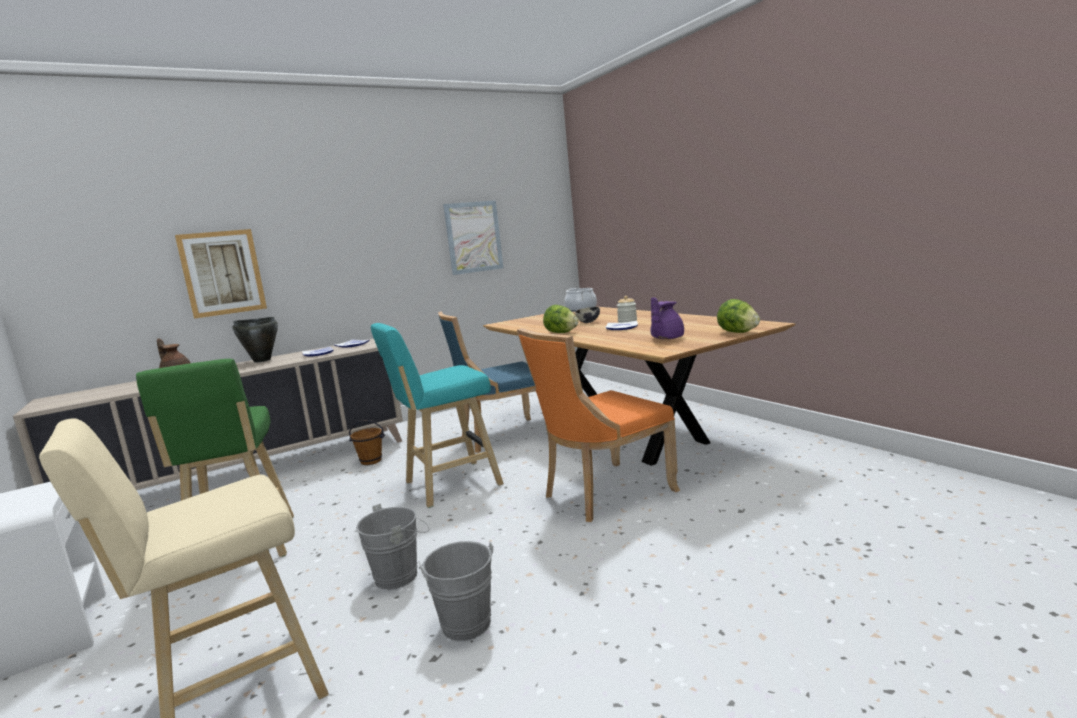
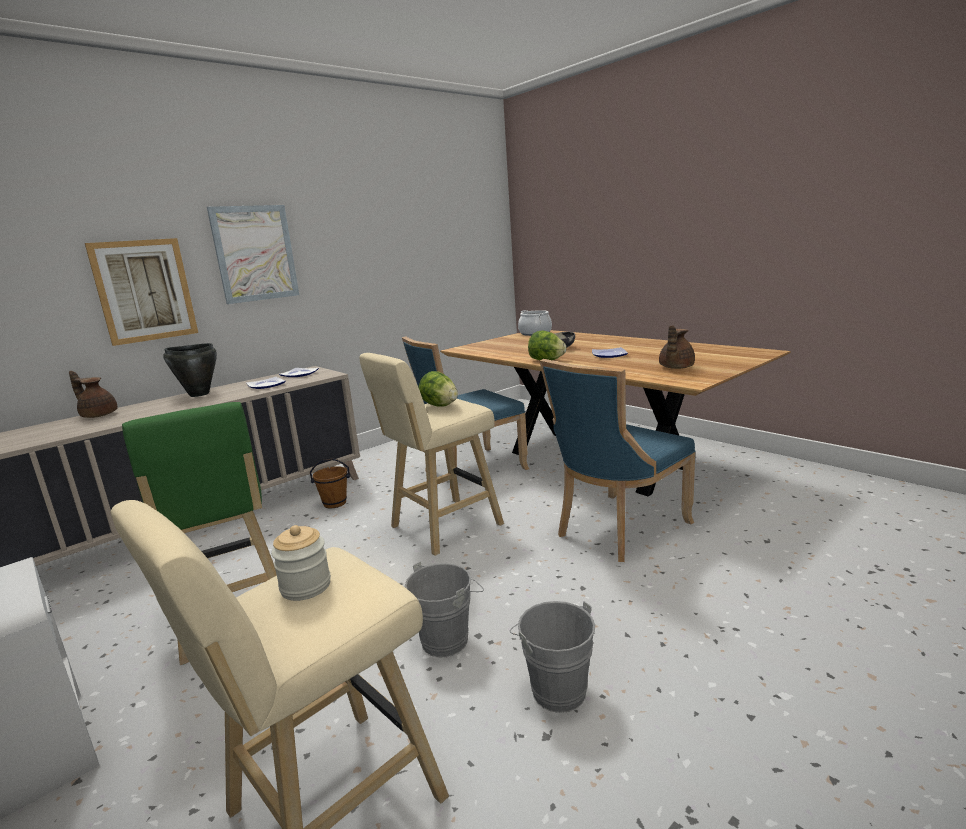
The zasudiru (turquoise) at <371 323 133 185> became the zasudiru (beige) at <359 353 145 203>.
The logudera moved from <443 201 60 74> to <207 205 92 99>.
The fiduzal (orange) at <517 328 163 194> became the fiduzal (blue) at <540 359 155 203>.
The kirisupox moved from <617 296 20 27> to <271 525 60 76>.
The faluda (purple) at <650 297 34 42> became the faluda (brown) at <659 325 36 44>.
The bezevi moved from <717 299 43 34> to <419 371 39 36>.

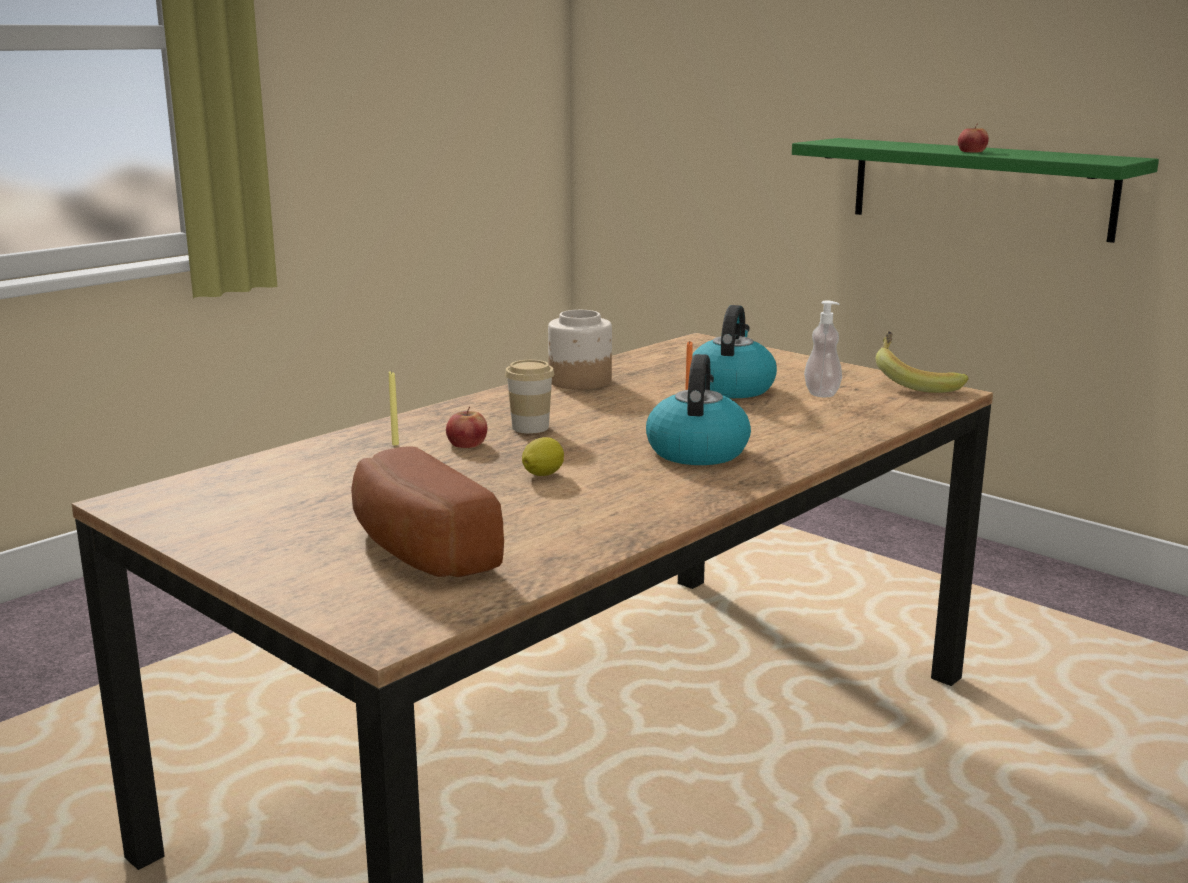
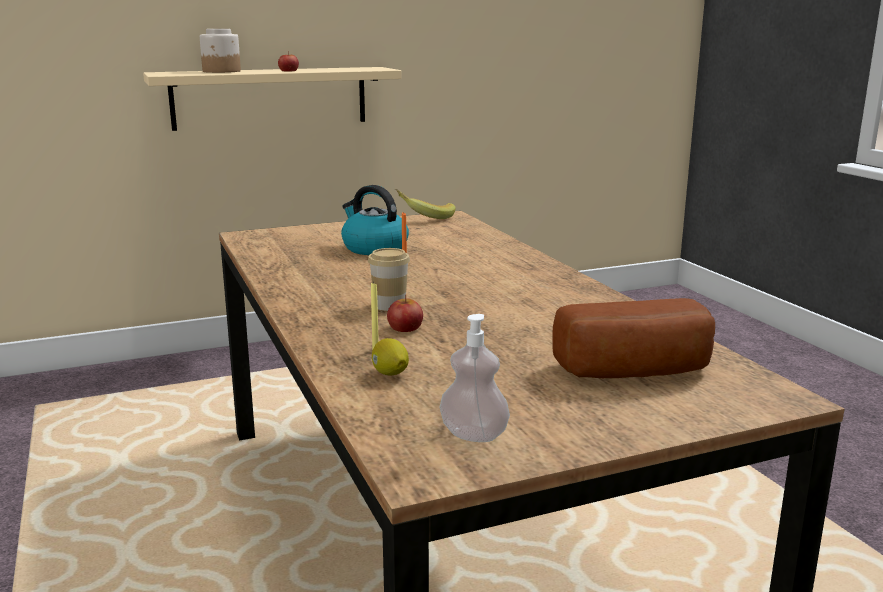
The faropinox moved from <522 437 42 39> to <372 338 37 37>.
The kirisupox moved from <548 310 64 80> to <200 29 41 44>.
The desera at <646 354 105 111> disappeared.
The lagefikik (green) at <792 138 367 105> became the lagefikik (beige) at <143 67 259 64>.
The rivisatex moved from <804 300 38 97> to <439 314 71 128>.

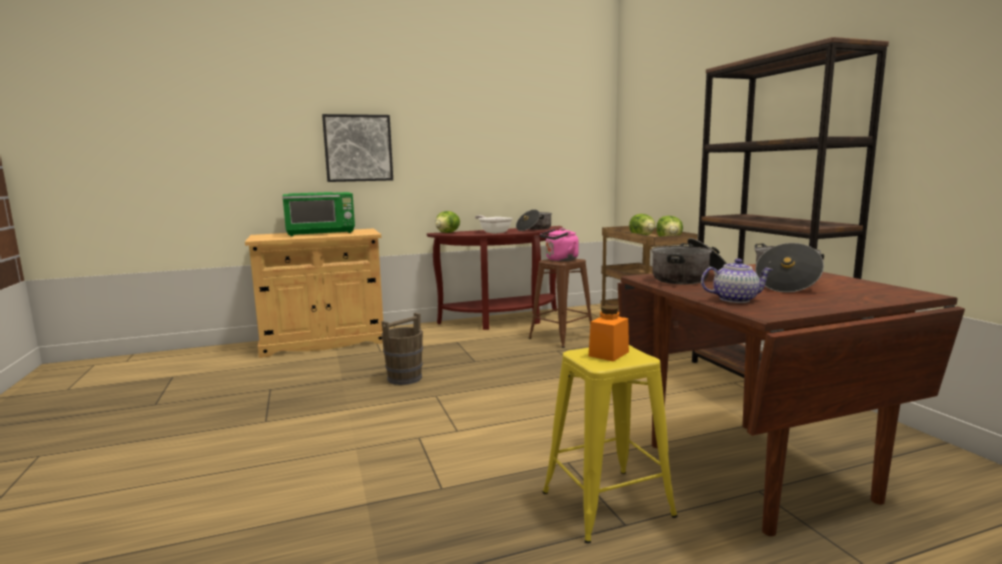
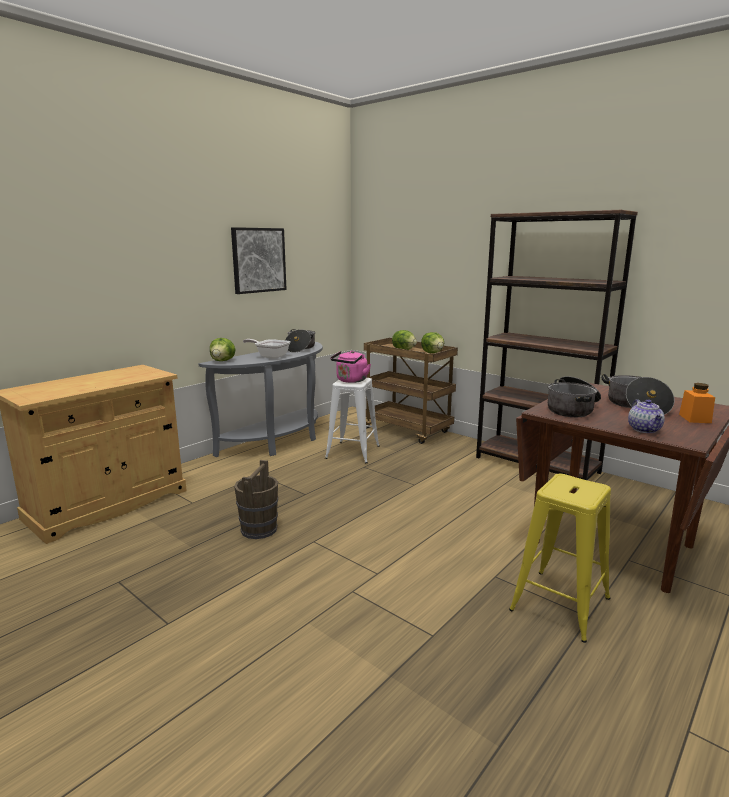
The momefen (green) at <282 192 73 44> disappeared.
The logudera moved from <322 114 71 68> to <231 227 56 67>.
The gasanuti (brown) at <427 226 135 104> became the gasanuti (grey) at <198 342 125 115>.
The zasudiru (brown) at <528 259 64 89> became the zasudiru (white) at <325 378 55 85>.
The kirisupox (orange) moved from <589 305 40 57> to <679 383 36 40>.
The faluda at <701 259 72 44> turned 120 degrees clockwise.

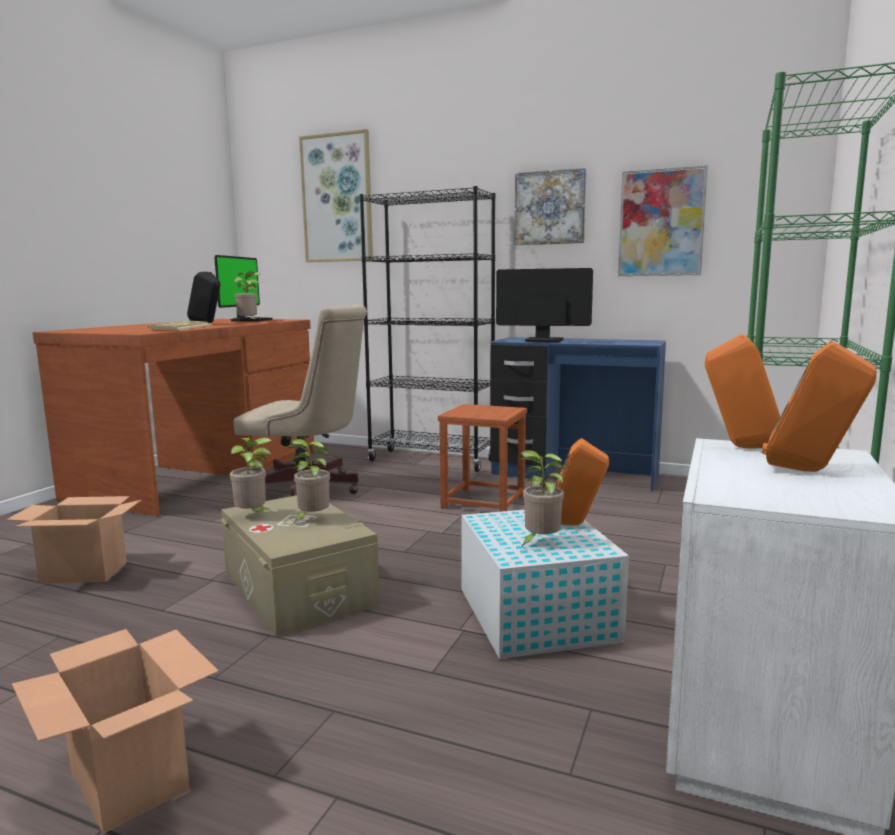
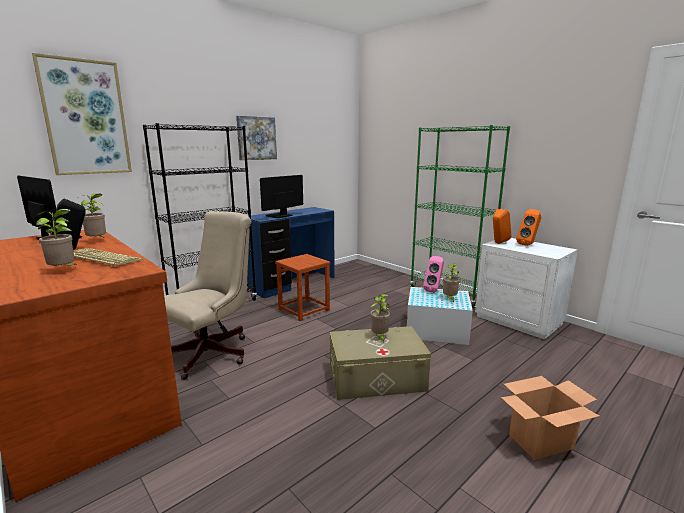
The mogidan at <6 496 135 87> disappeared.
The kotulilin moved from <230 438 43 75> to <36 209 42 57>.
The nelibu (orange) at <555 438 54 88> became the nelibu (pink) at <423 256 21 37>.
The logudera at <618 165 90 111> disappeared.

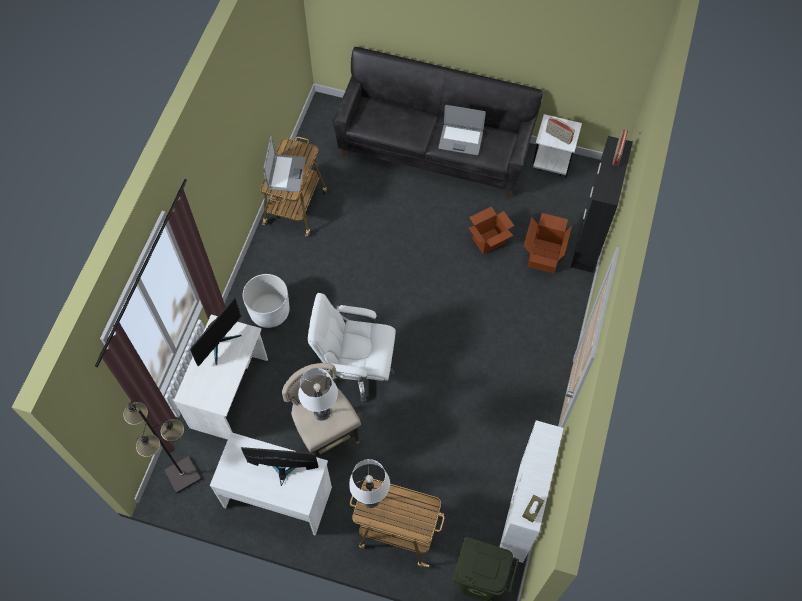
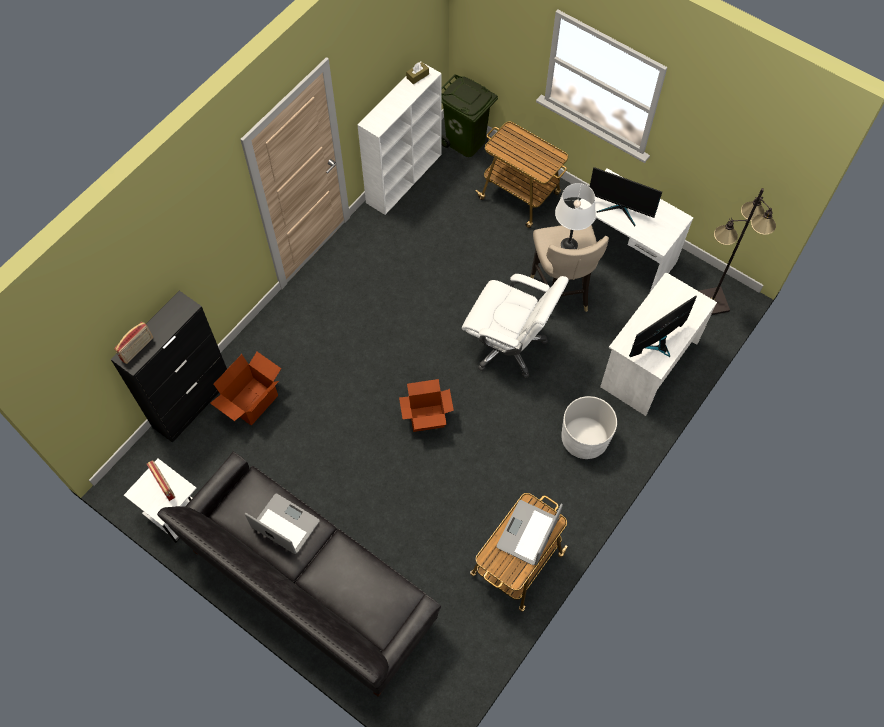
The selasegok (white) at <349 459 41 49> disappeared.
The mogidan moved from <468 206 46 49> to <399 379 55 53>.

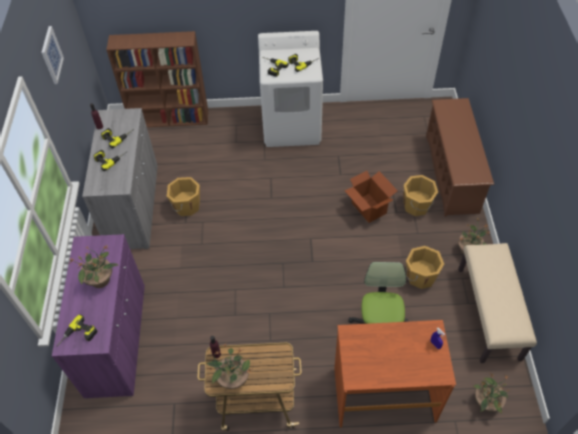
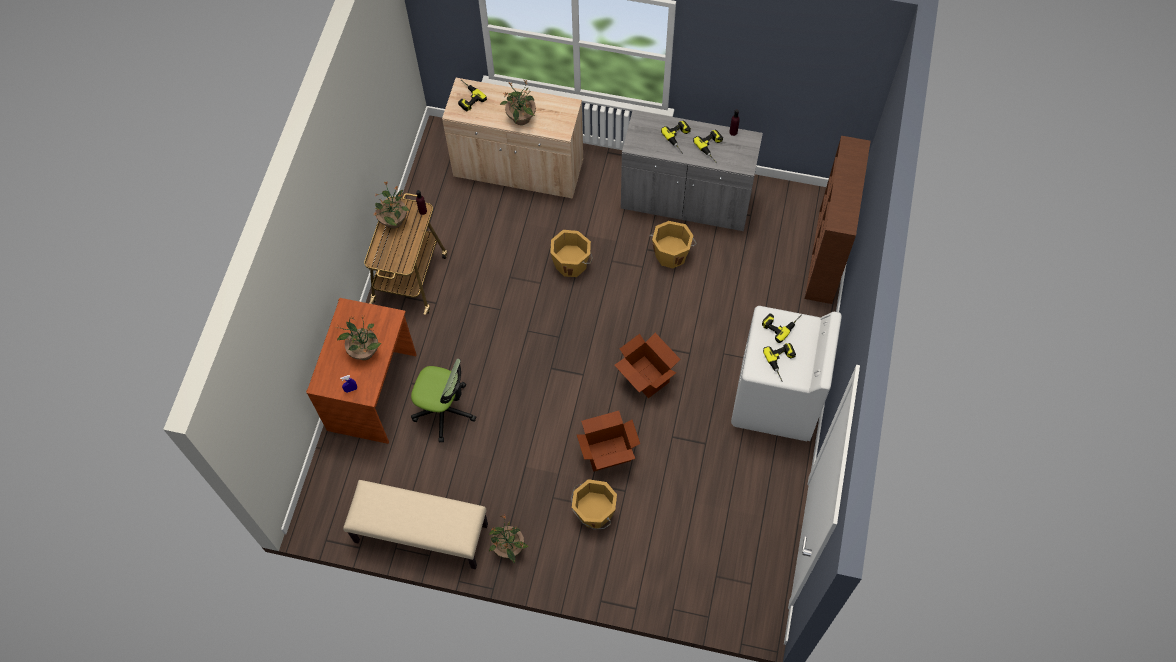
The logudera at <41 26 23 58> disappeared.
The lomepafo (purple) at <52 234 93 165> became the lomepafo (beige) at <442 78 141 121>.
The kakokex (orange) moved from <406 246 38 43> to <550 230 43 47>.
The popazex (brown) at <426 98 68 119> disappeared.
The kotulilin moved from <473 373 37 40> to <336 315 45 45>.
The mogidan at <614 333 66 65> appeared.

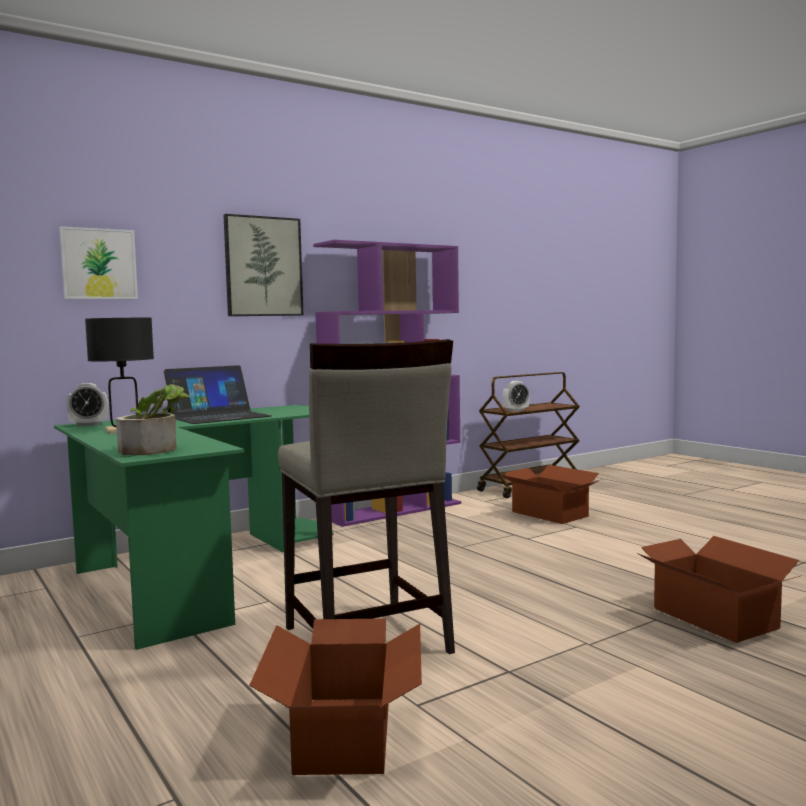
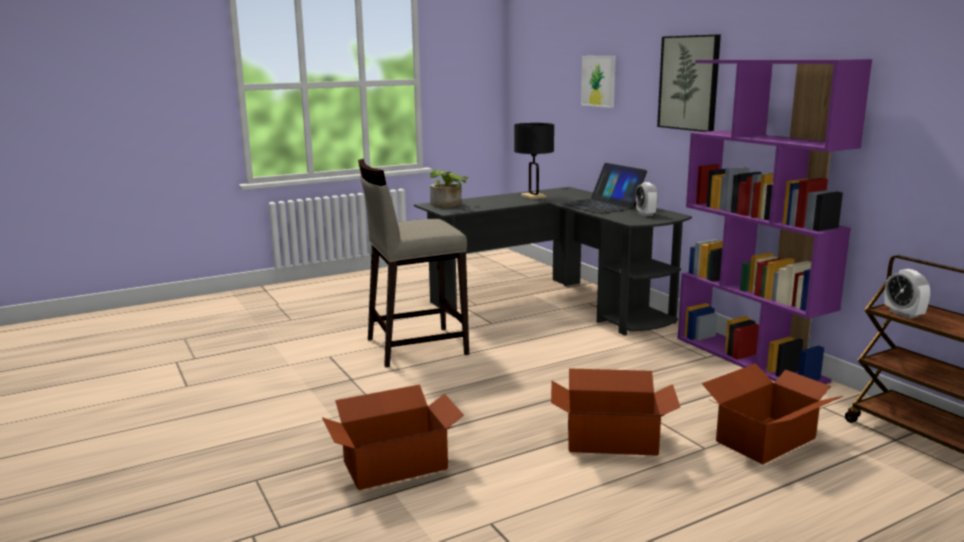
The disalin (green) at <54 405 280 245> became the disalin (black) at <414 187 278 149>.
The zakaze moved from <66 383 42 43> to <635 182 23 34>.
The mogidan moved from <249 618 173 157> to <551 368 129 88>.

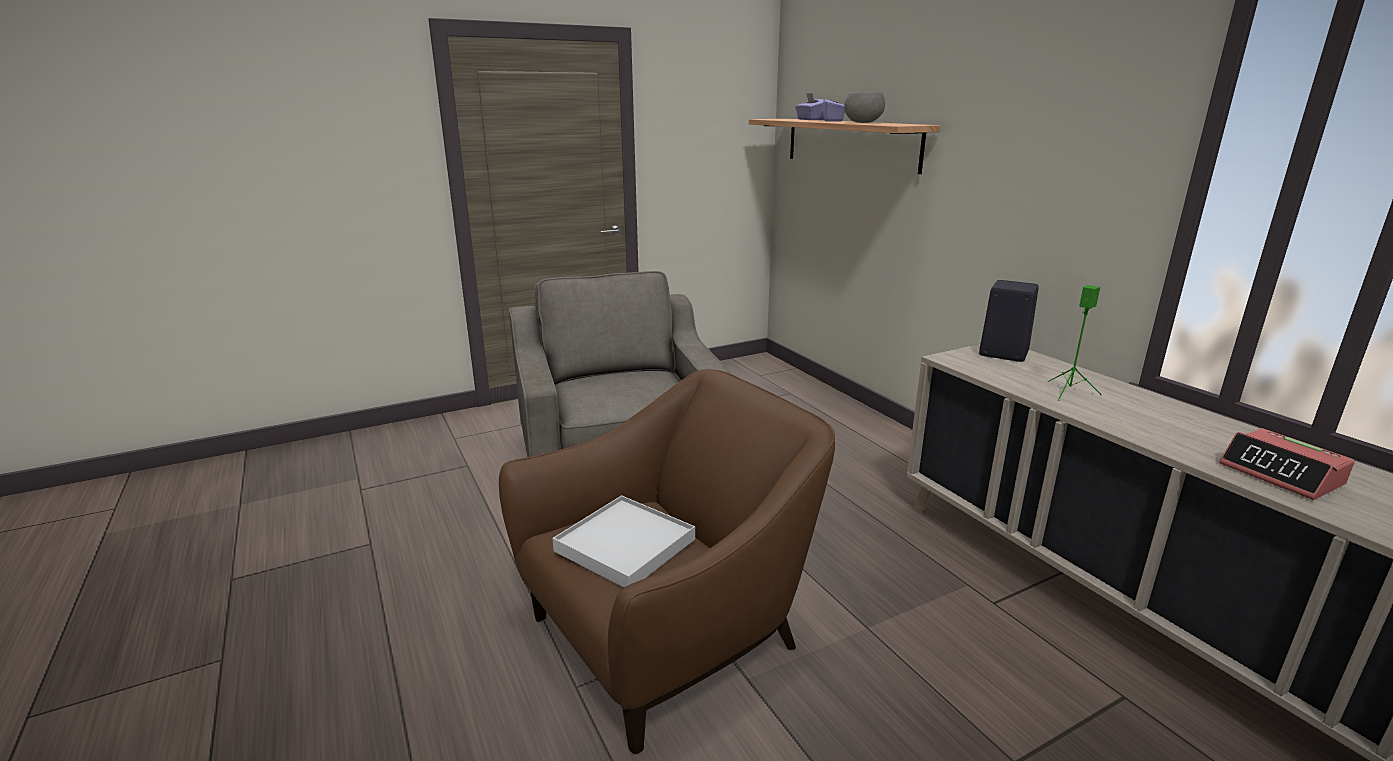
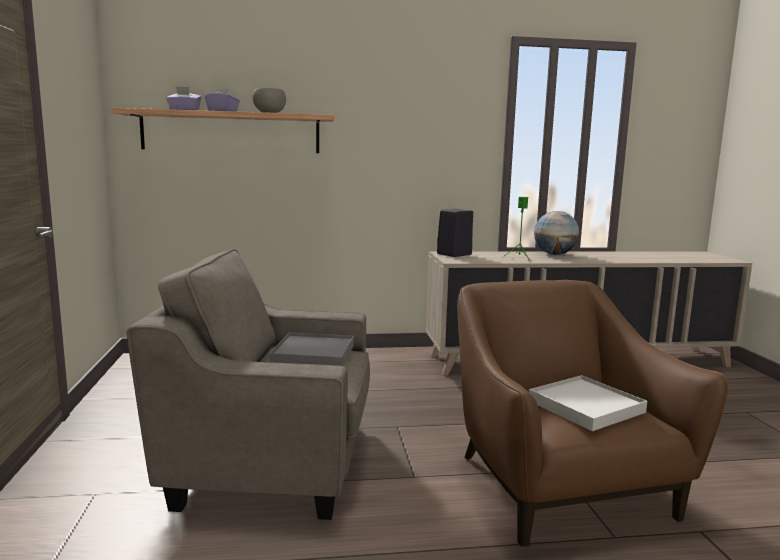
The zakaze at <1219 428 136 72> disappeared.
The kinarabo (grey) at <270 332 84 34> appeared.
The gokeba at <534 211 45 44> appeared.

